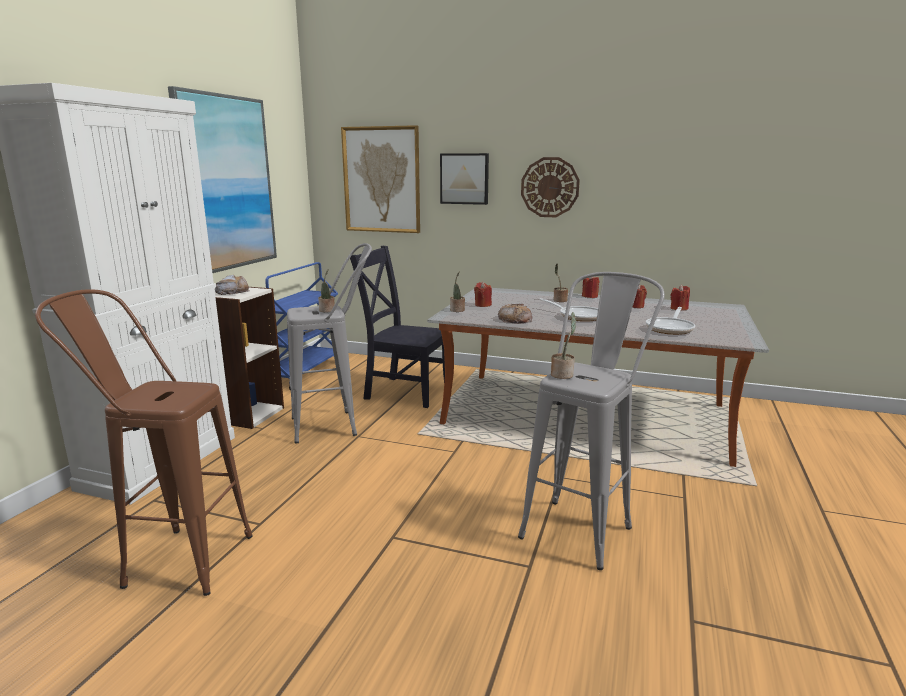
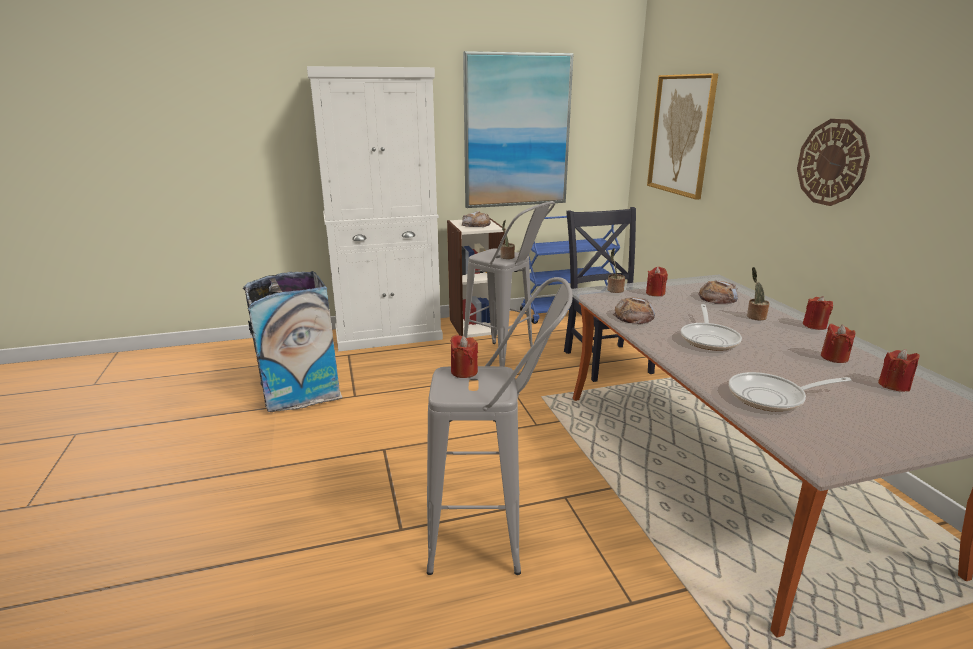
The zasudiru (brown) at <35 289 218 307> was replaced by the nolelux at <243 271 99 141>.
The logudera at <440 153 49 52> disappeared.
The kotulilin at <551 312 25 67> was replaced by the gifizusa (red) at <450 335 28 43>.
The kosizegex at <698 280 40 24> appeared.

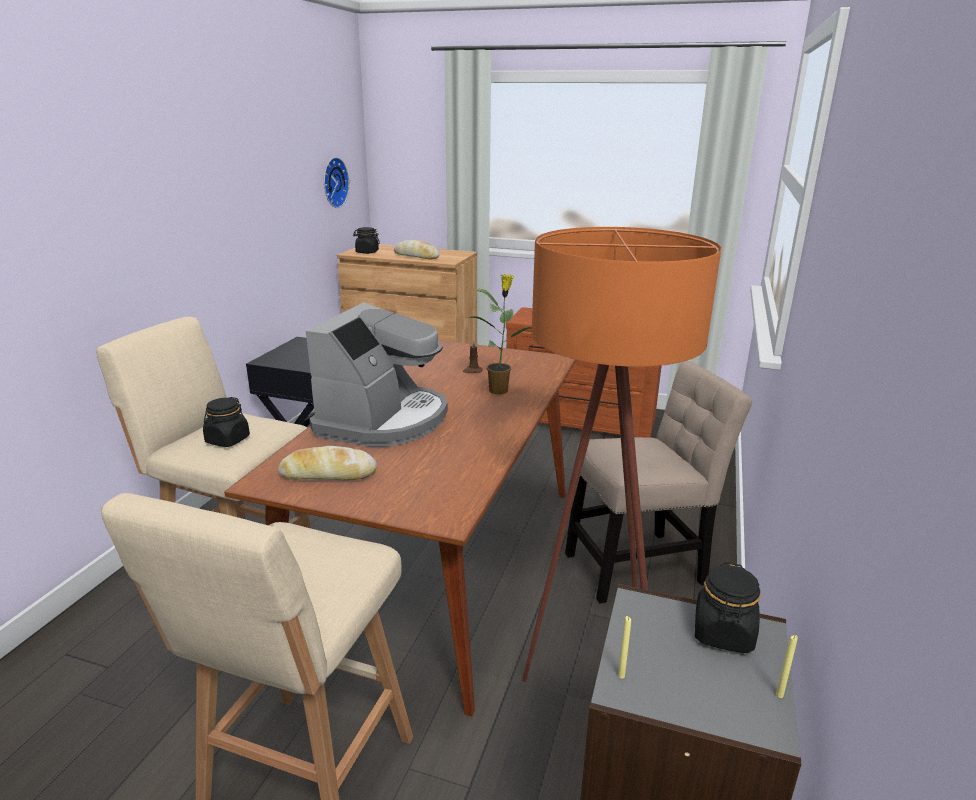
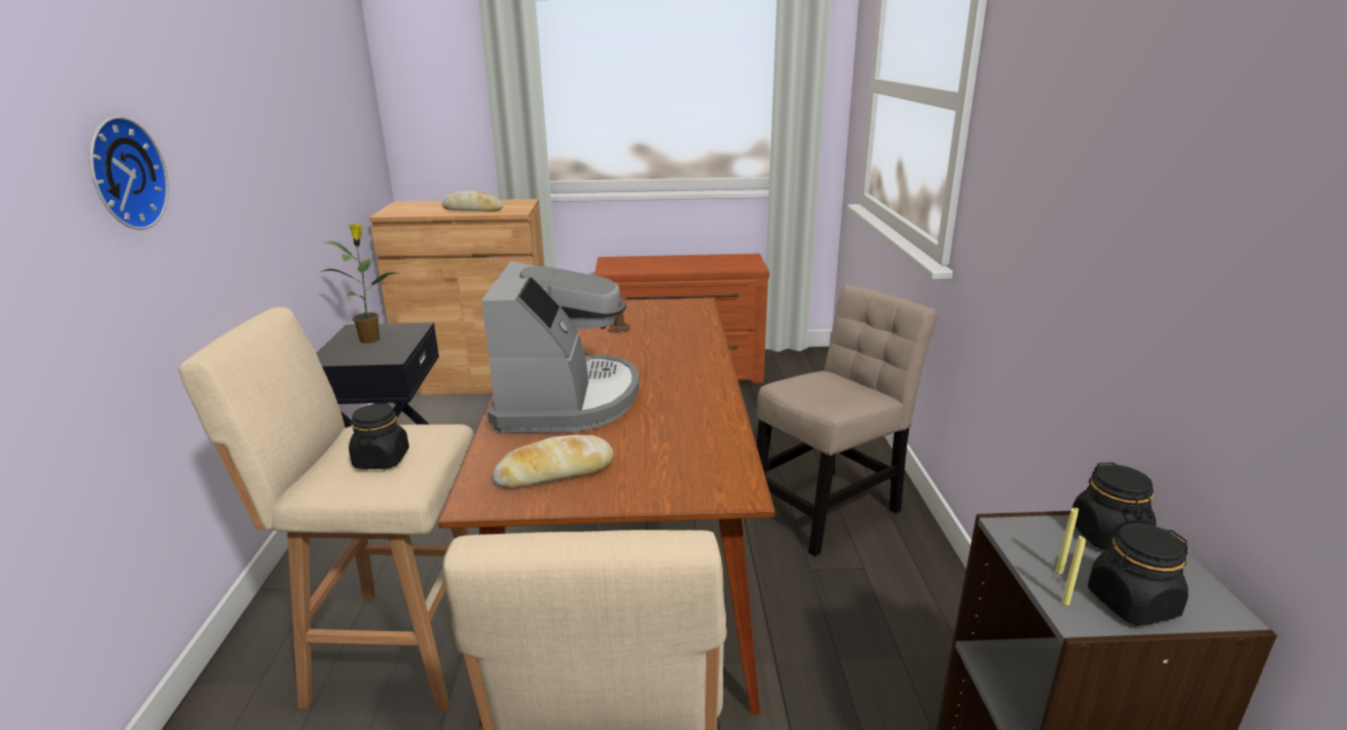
The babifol moved from <324 157 25 51> to <90 116 79 114>.
The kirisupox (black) moved from <353 227 27 27> to <1088 523 100 103>.
The kotulilin moved from <465 274 67 121> to <323 224 76 119>.
The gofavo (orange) at <522 227 200 455> disappeared.
The gifizusa (yellow) moved from <776 635 22 63> to <1056 507 23 67>.

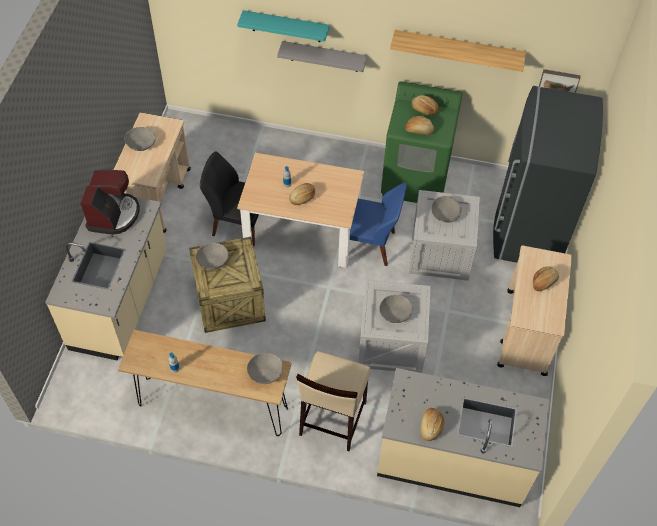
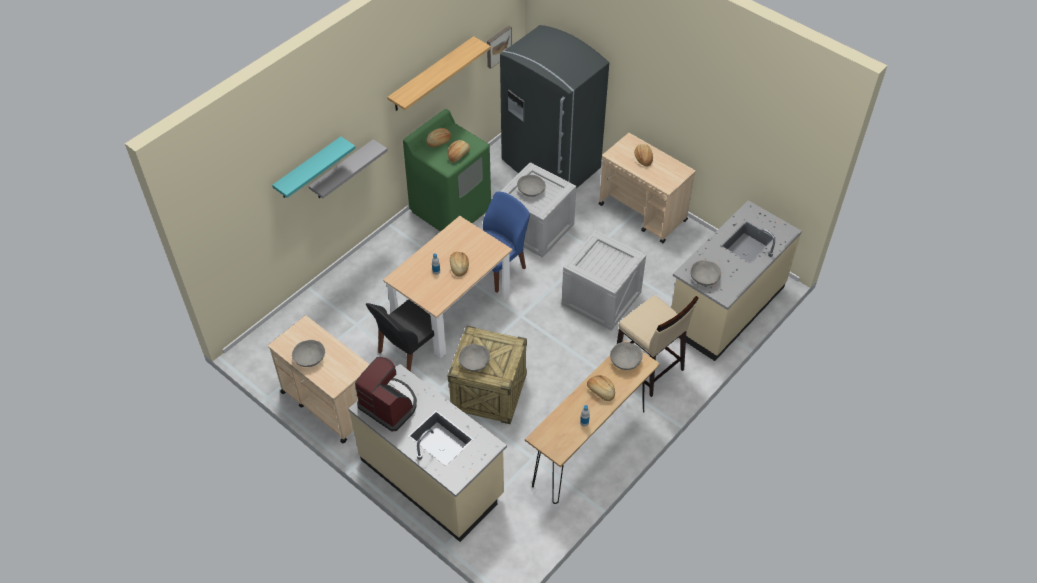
The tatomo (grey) moved from <380 295 33 28> to <690 260 31 26>.
The kosizegex moved from <420 408 24 33> to <587 375 28 26>.

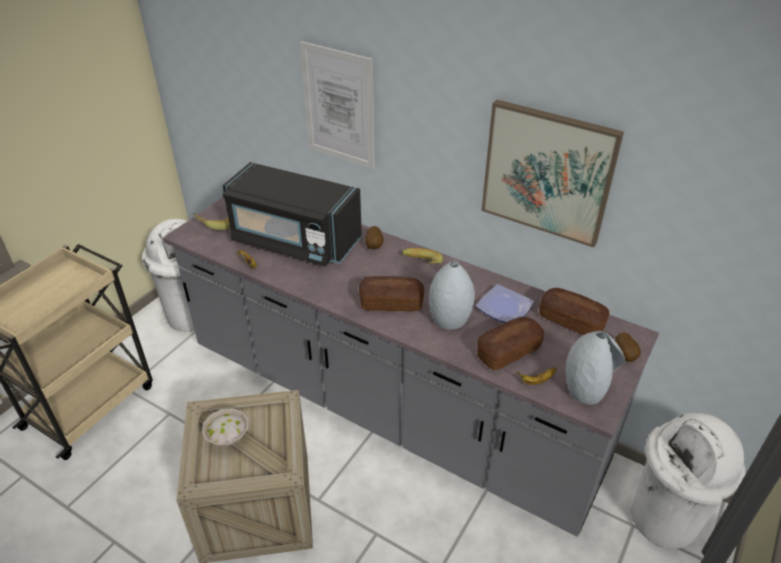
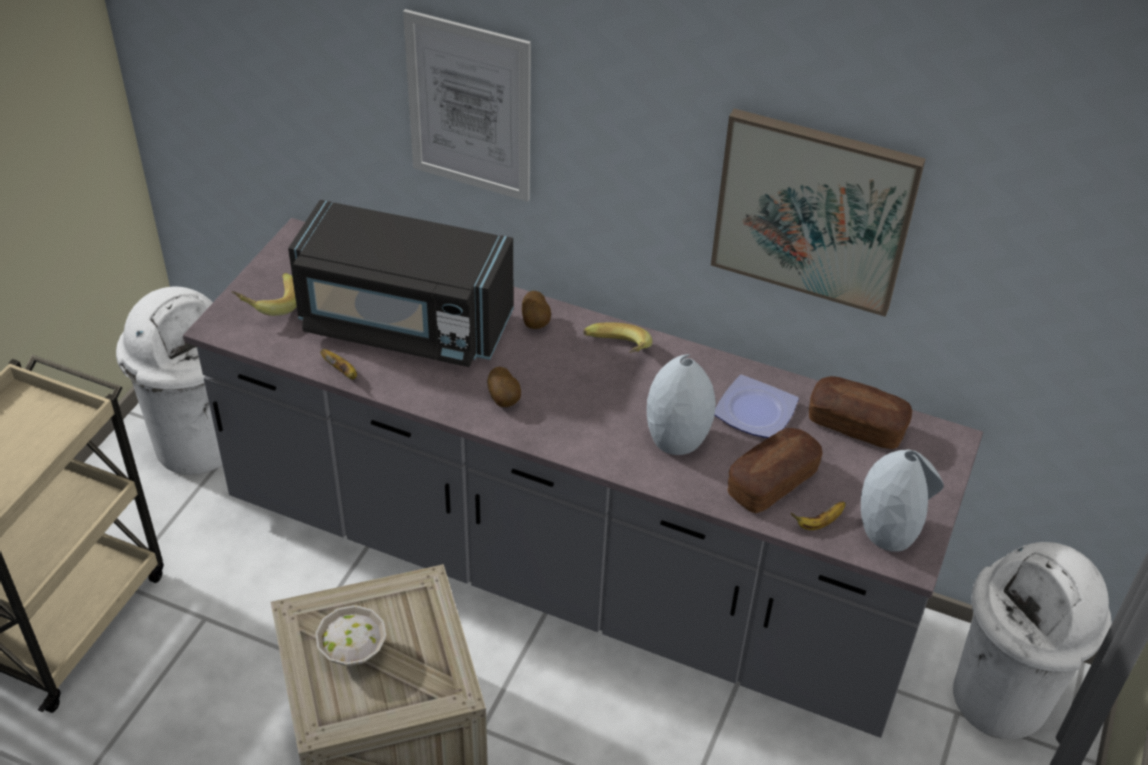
The kosizegex at <359 276 65 35> disappeared.
The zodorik moved from <615 332 26 30> to <487 367 34 40>.

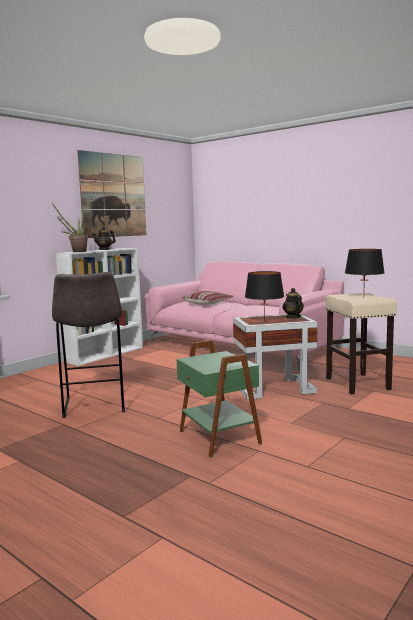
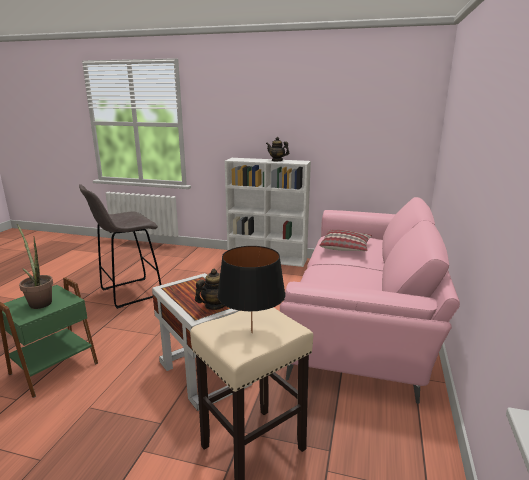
The kotulilin moved from <52 203 36 49> to <17 224 36 85>.
The logudera at <77 150 69 88> disappeared.
The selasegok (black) at <245 271 39 51> disappeared.

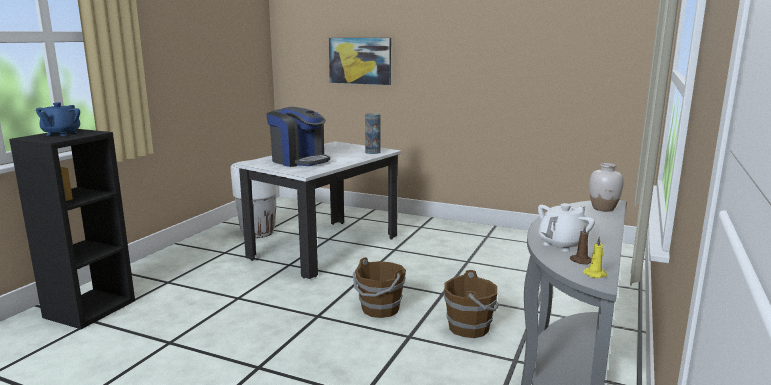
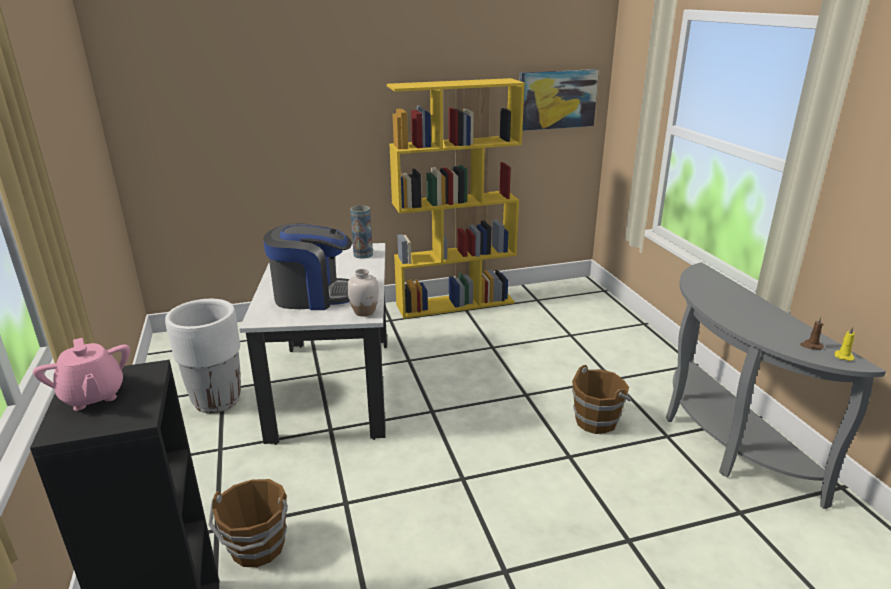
The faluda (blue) at <36 102 44 34> became the faluda (pink) at <33 338 97 73>.
The logudera moved from <329 38 62 47> to <519 69 80 62>.
The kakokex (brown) moved from <353 257 53 61> to <209 479 79 88>.
The faluda (white) at <538 203 57 49> disappeared.
The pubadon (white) moved from <589 163 35 49> to <347 269 32 48>.
The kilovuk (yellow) at <387 78 138 241> appeared.

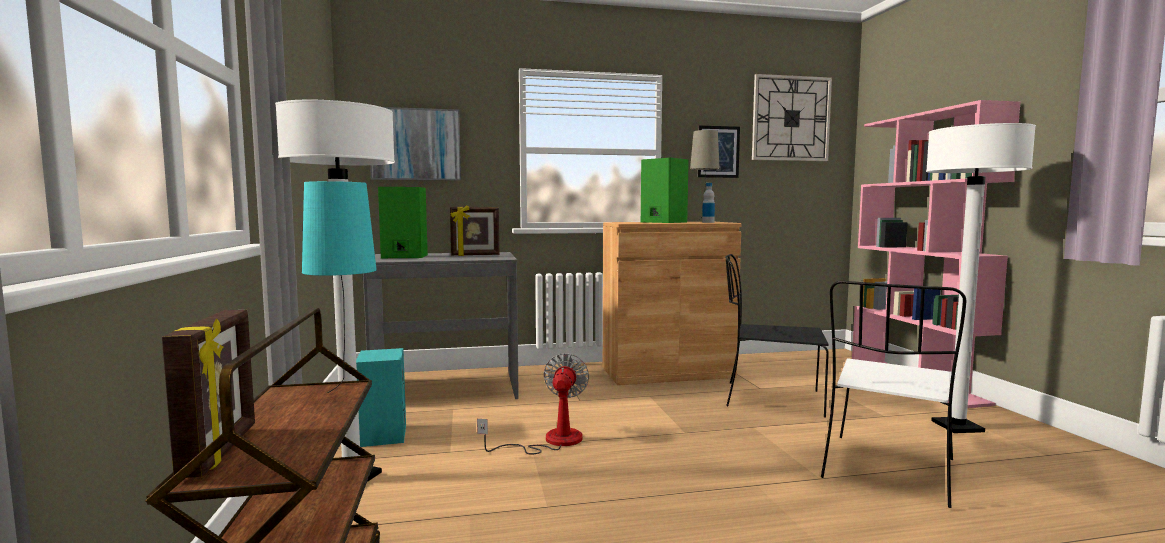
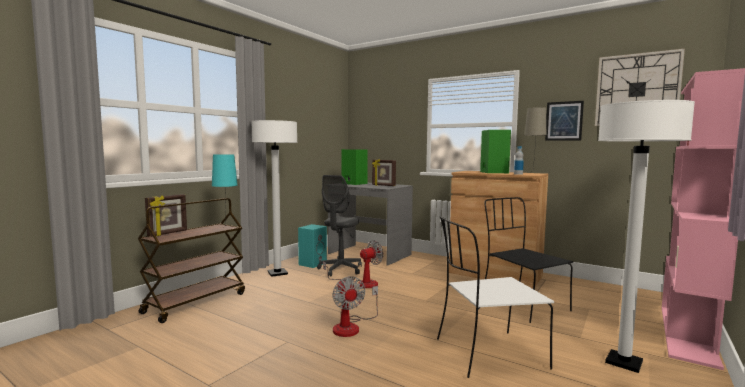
The logudera at <370 107 91 74> disappeared.
The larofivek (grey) at <317 175 45 101> appeared.
The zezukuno at <332 276 46 61> appeared.

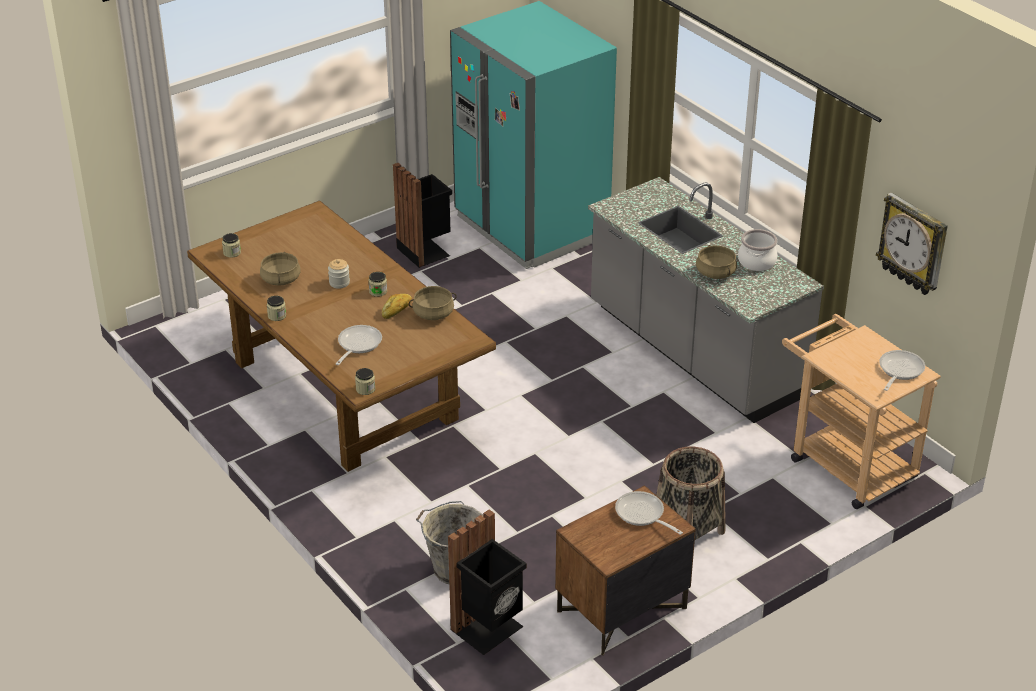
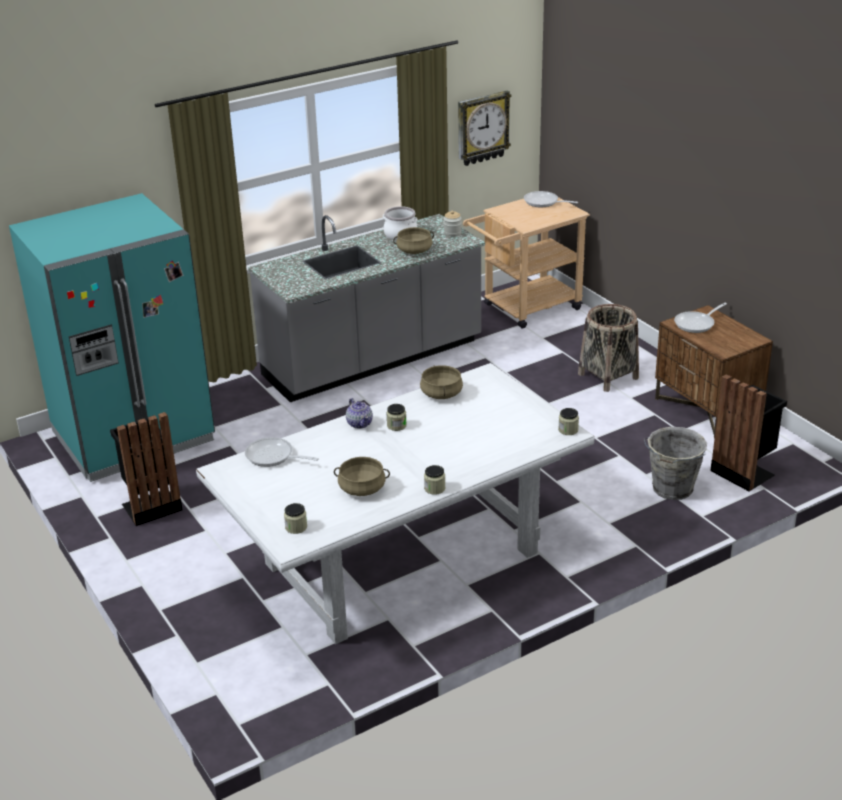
The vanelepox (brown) at <187 201 309 271> became the vanelepox (white) at <196 363 399 281>.
The kirisupox moved from <328 259 22 30> to <443 211 19 26>.
The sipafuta moved from <336 325 46 40> to <245 437 74 30>.
The kosizegex at <382 294 30 25> disappeared.
The faluda at <346 398 27 31> appeared.

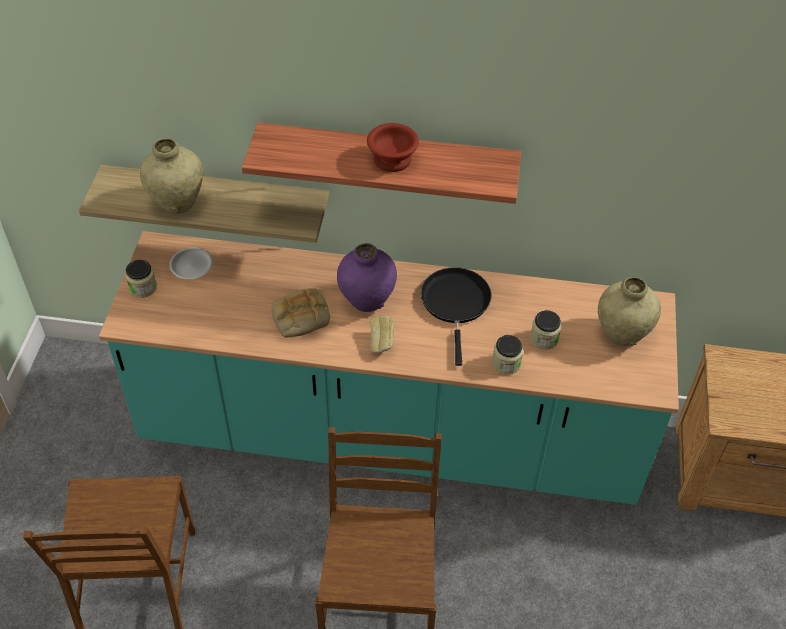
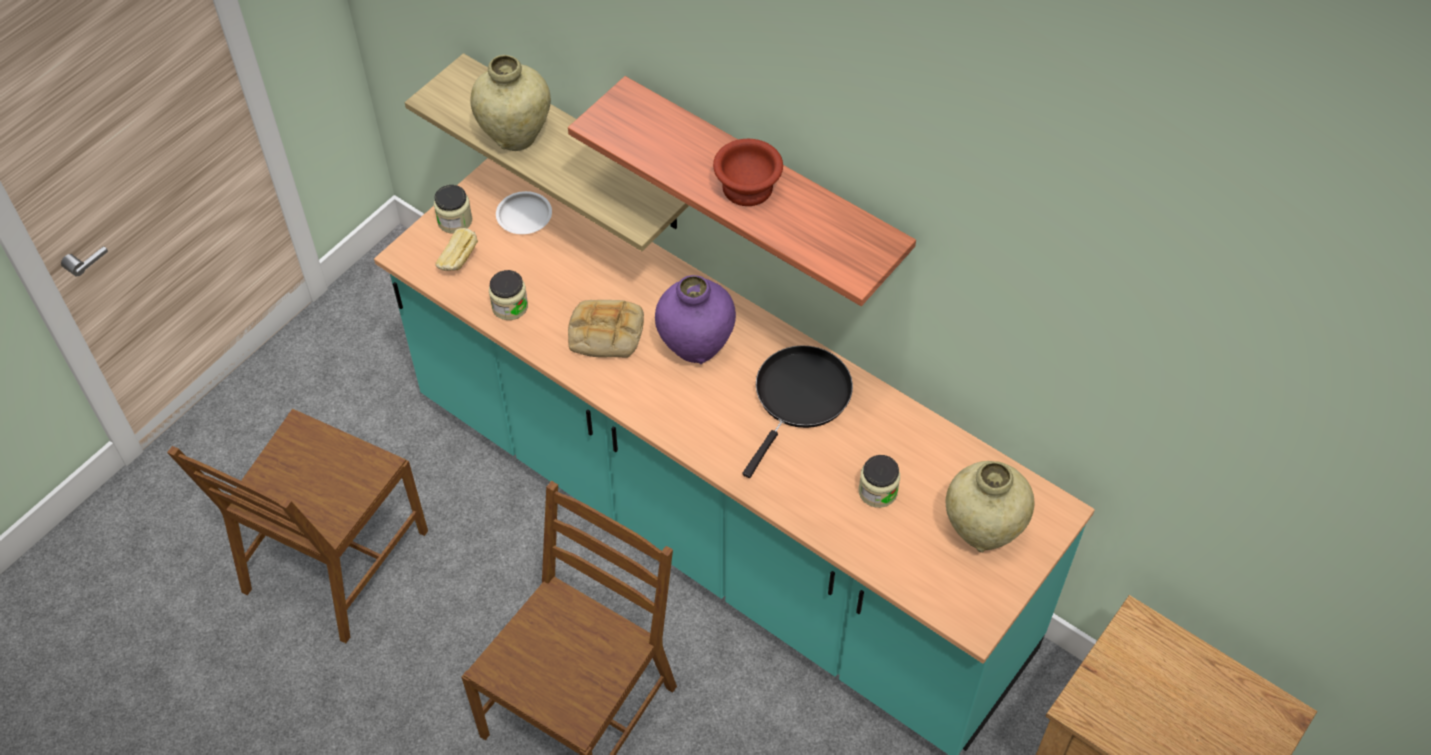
The kosizegex moved from <370 315 24 38> to <435 228 43 43>.
The kirisupox moved from <492 335 31 40> to <489 270 39 50>.

